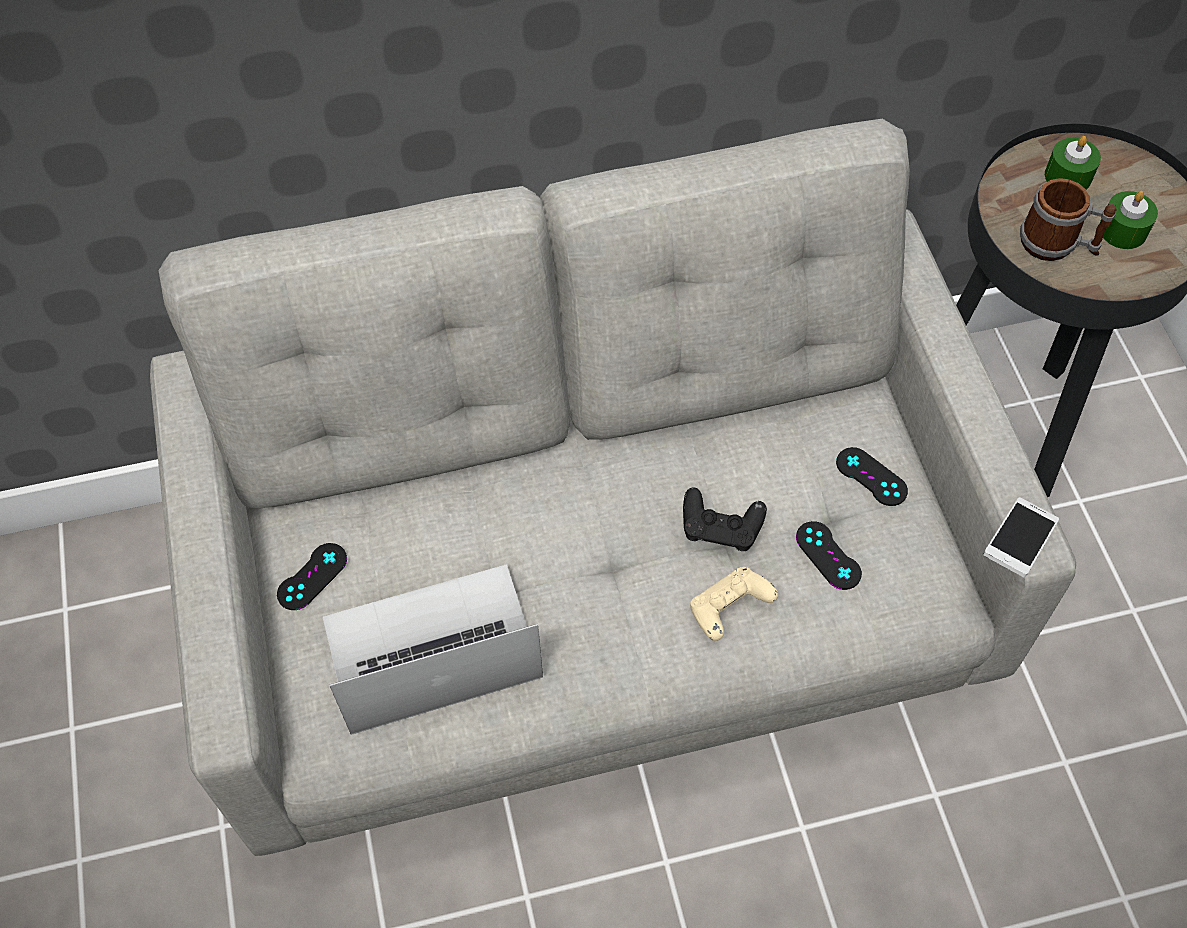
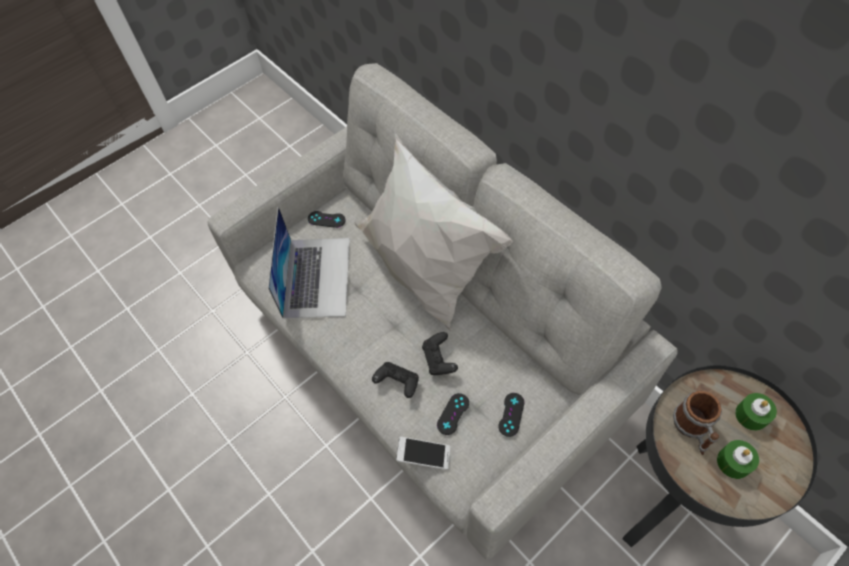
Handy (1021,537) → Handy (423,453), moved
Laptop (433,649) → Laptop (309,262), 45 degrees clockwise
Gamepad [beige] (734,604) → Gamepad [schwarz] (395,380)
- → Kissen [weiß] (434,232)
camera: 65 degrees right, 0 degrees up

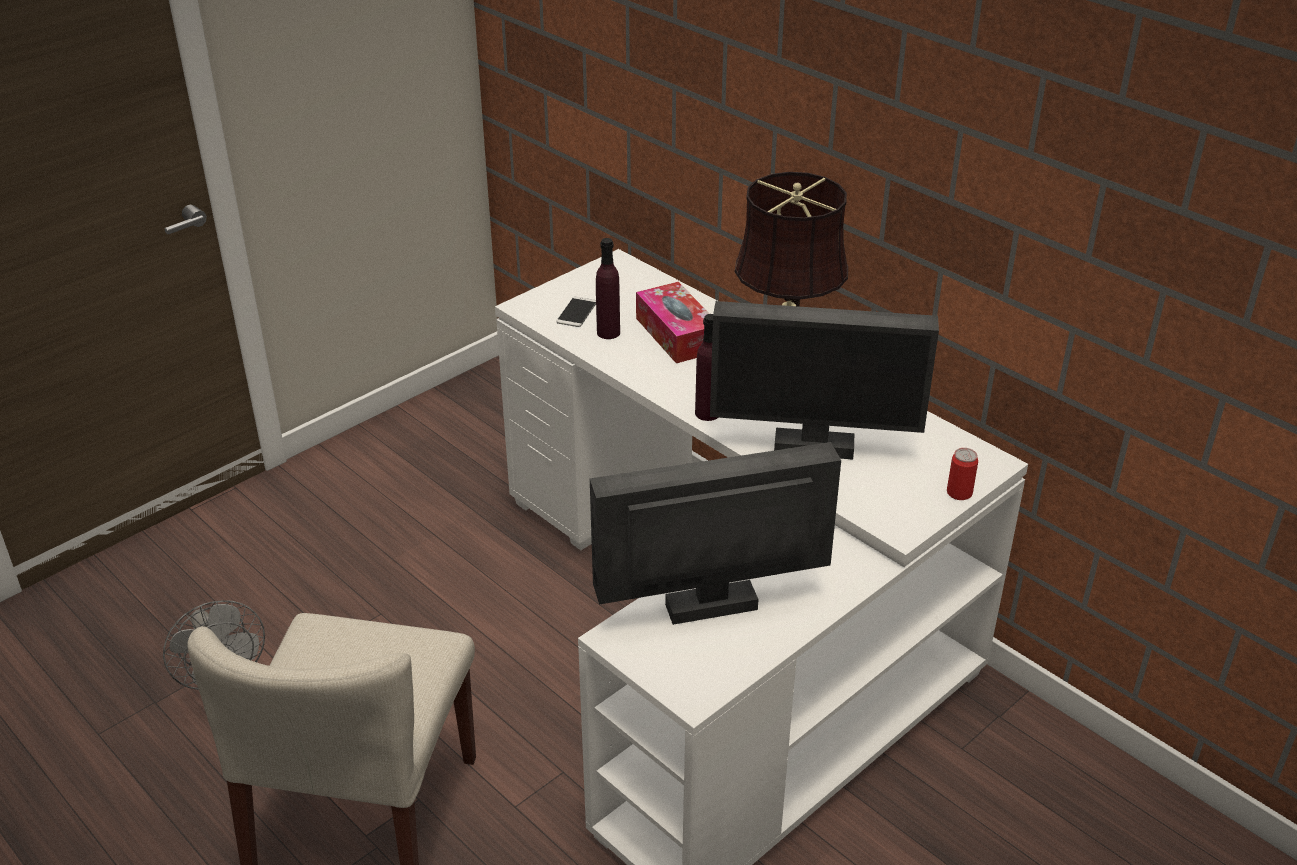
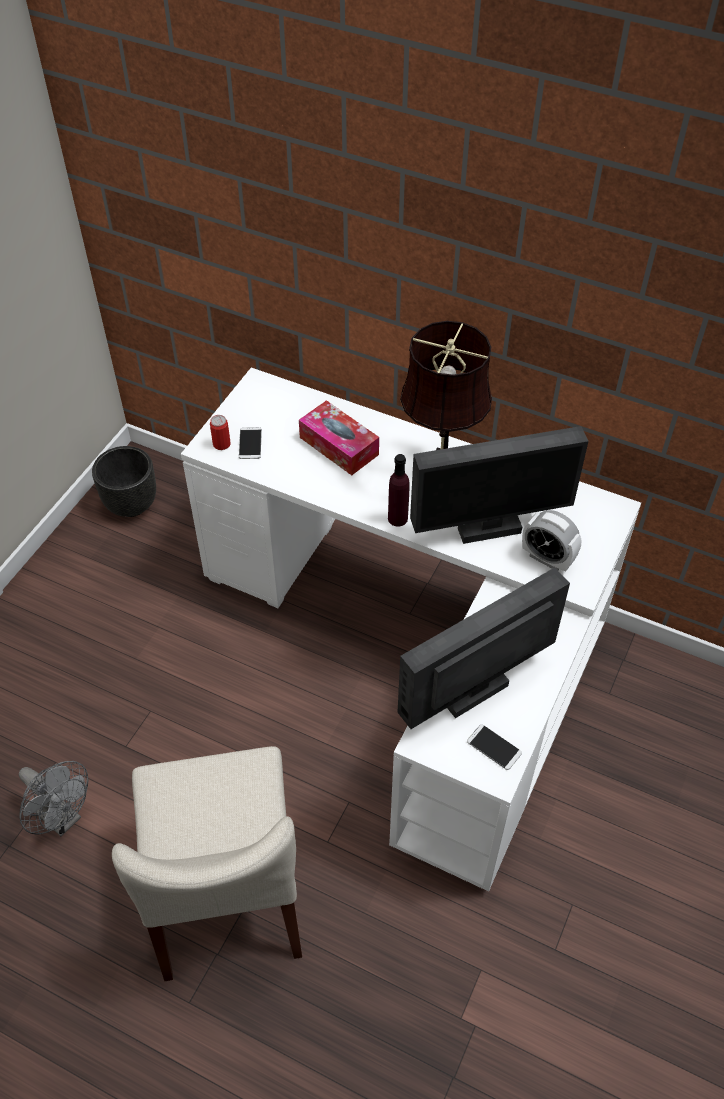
Flasche [lila] (608,288) → -
Dose (962,474) → Dose (220,432), moved
- → Pflanzkübel [schwarz] (124,481)
- → Wecker (551,540)
- → Handy (494,747)
camera: 20 degrees left, 15 degrees up

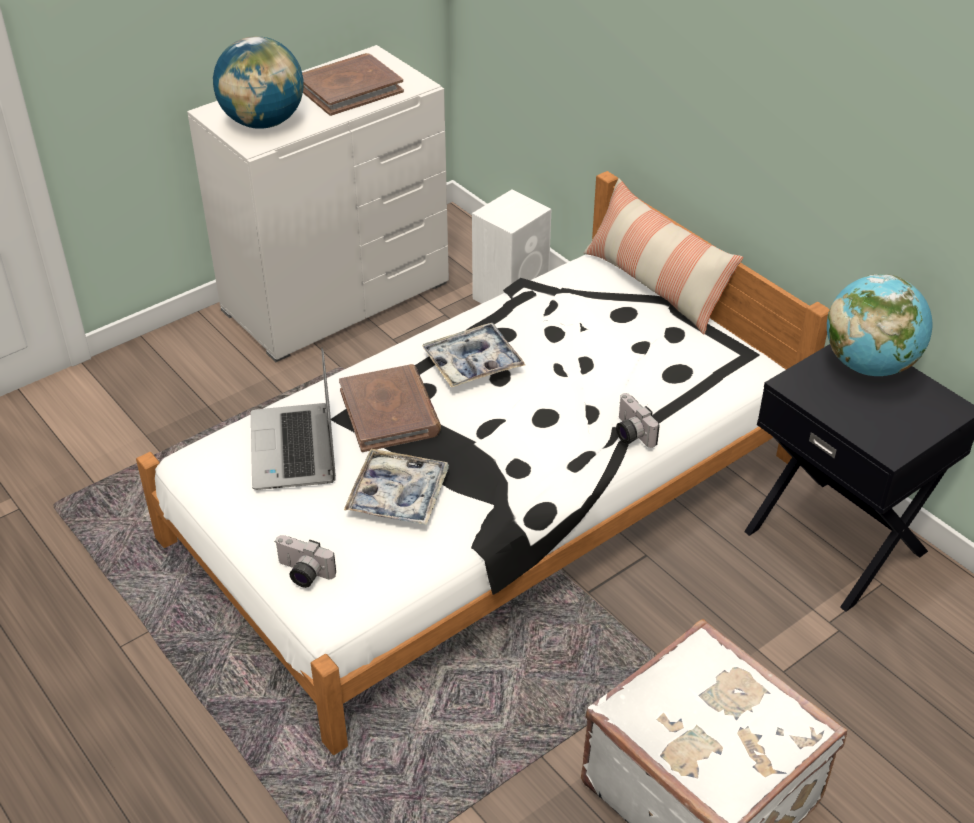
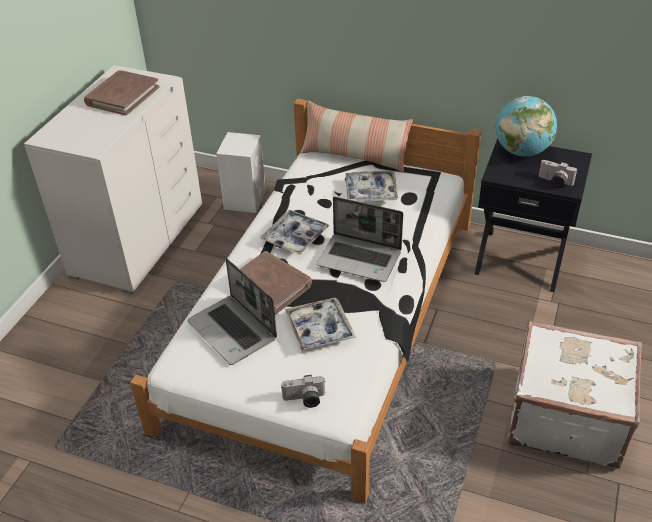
Globus (258,82) → -
Kamera (638,420) → Kamera (558,174), moved
- → Tablett (371,186)
- → Laptop (359,239)
camera: 30 degrees left, 0 degrees up

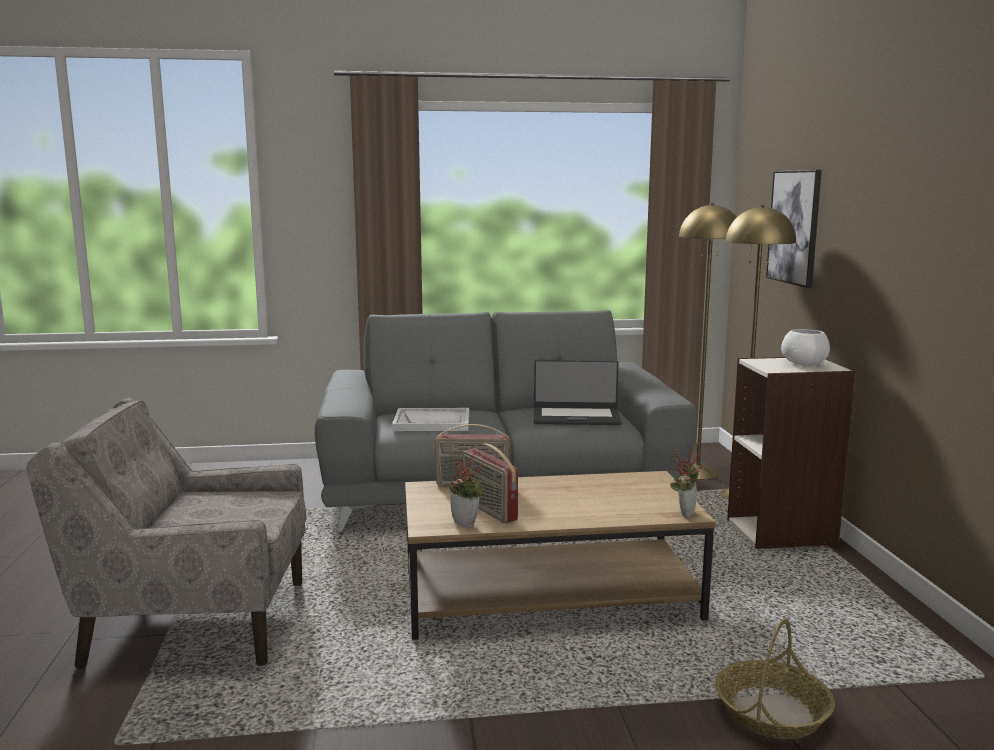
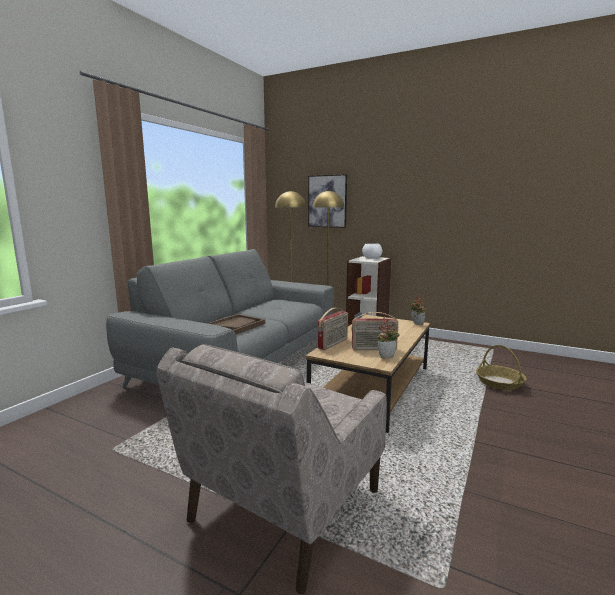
Laptop (578,392) → -
Tablett [weiß] (430,419) → Tablett [braun] (236,324)
camera: 55 degrees left, 0 degrees up

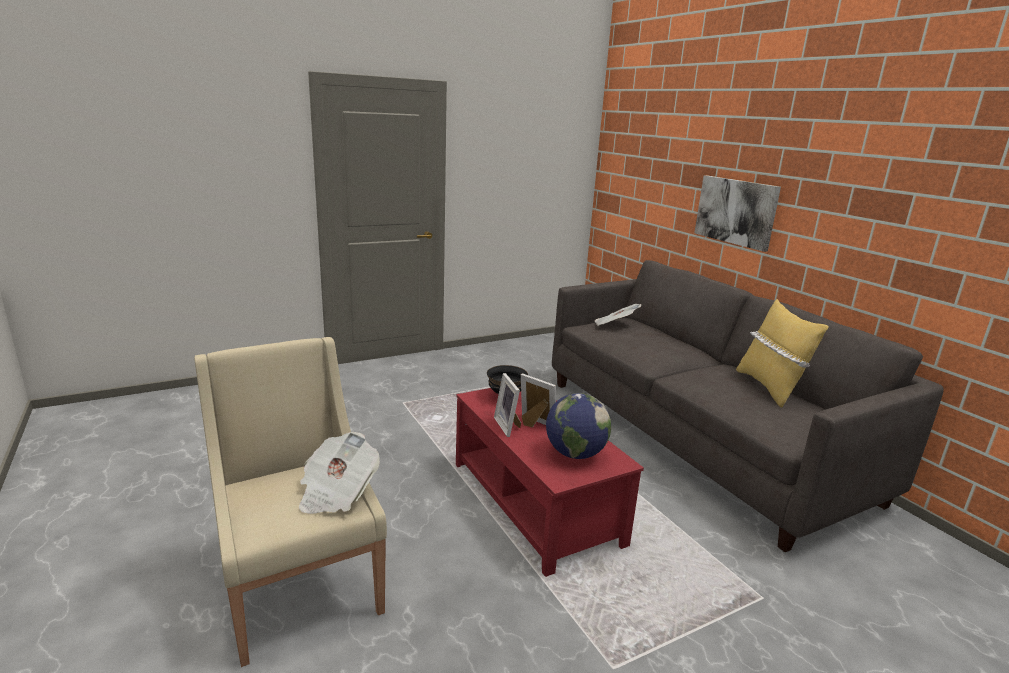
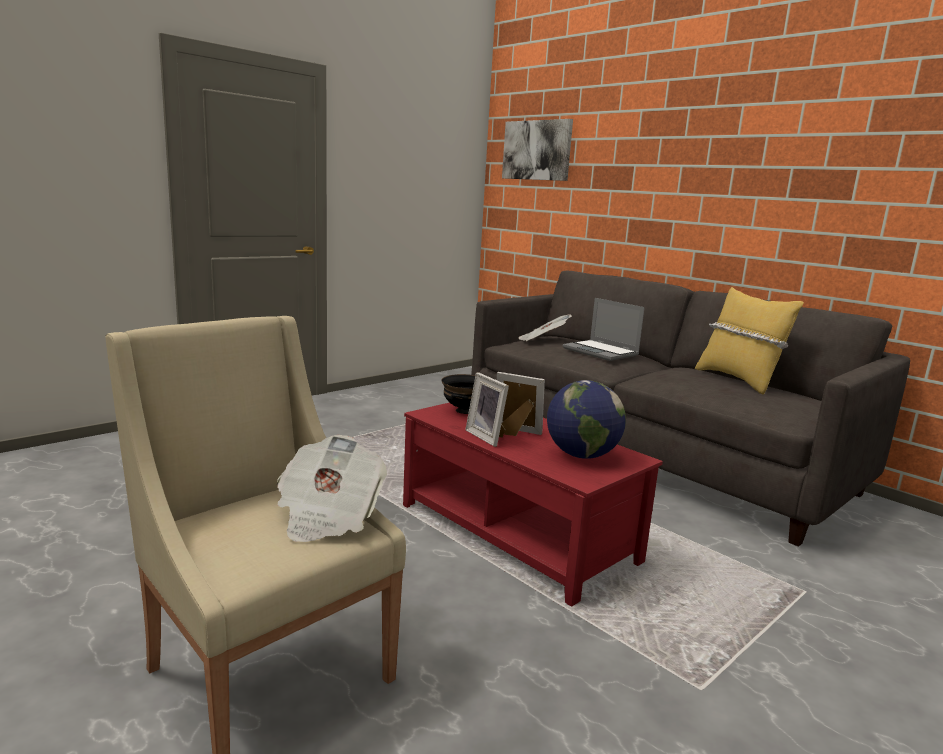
Bild (737,213) → Bild (537,150), moved
- → Laptop (604,329)
camera: 15 degrees left, 5 degrees down

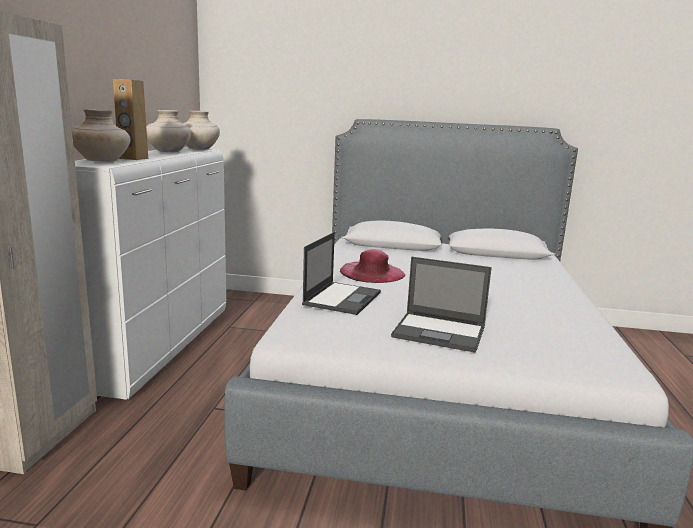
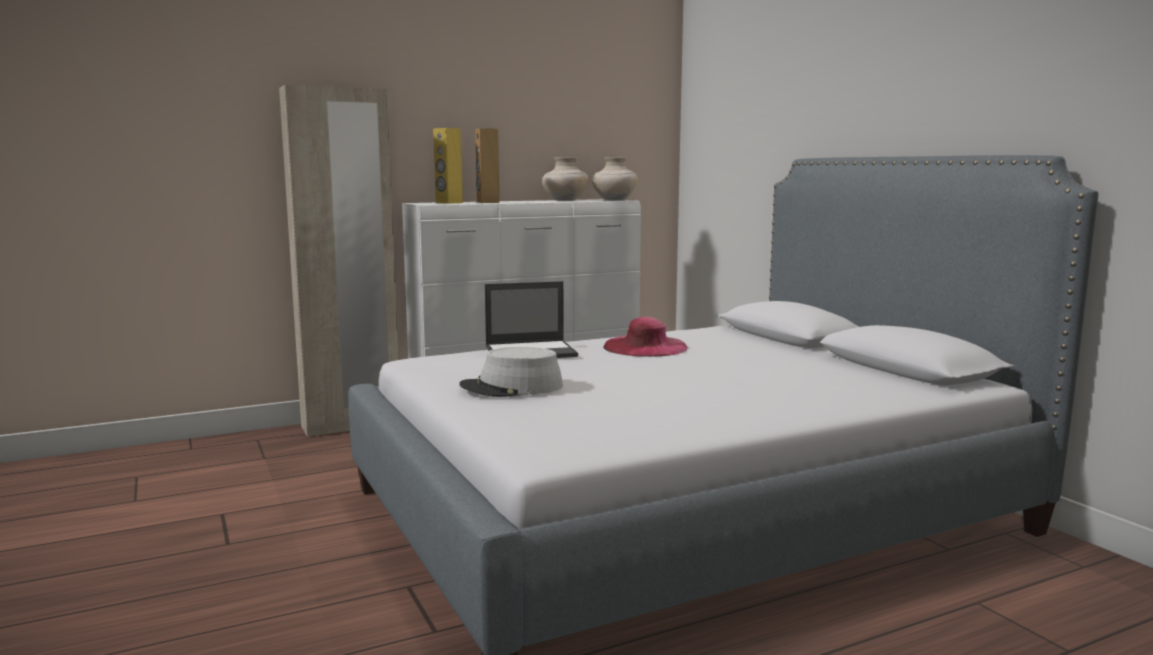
Vase [beige] (101,135) → Lautsprecher [gelb] (448,166)
Laptop (441,304) → Hut [grau] (511,372)
camera: 55 degrees right, 5 degrees down

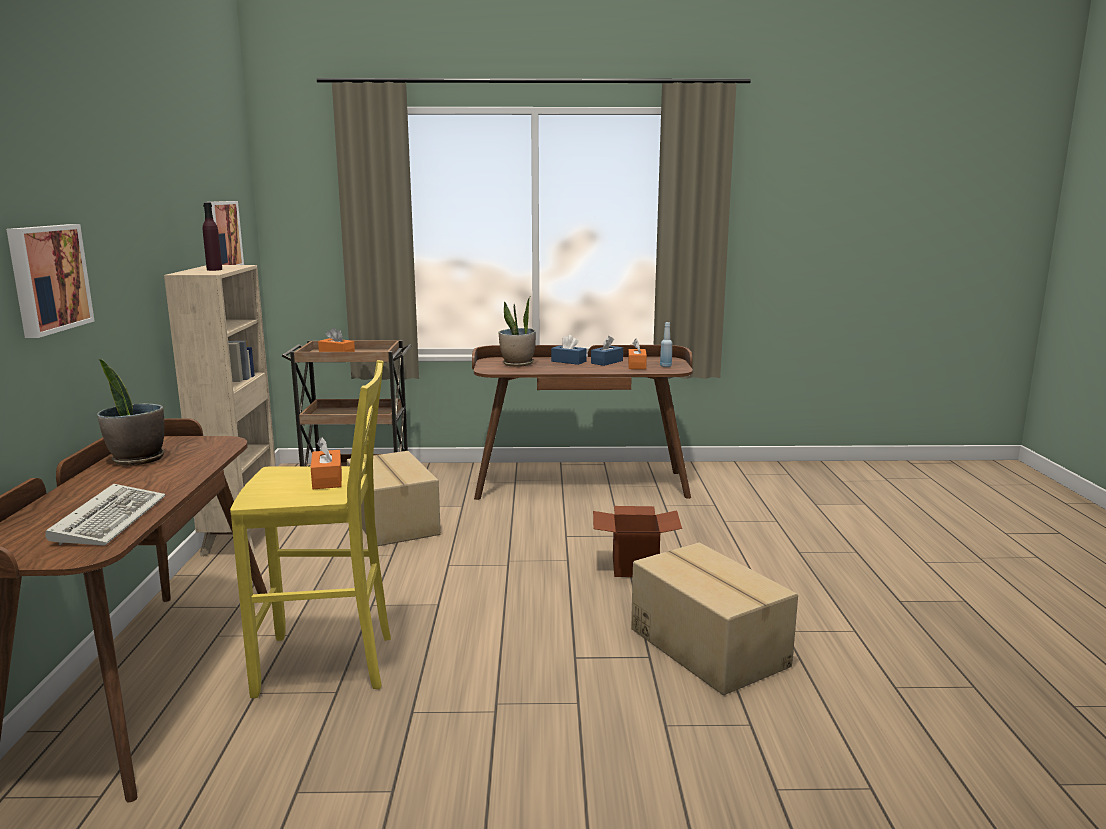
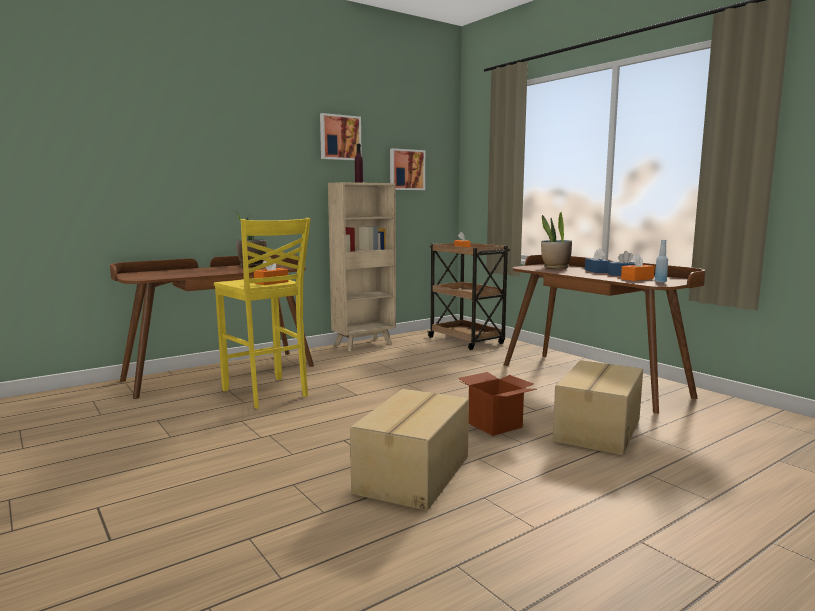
Bild (50,281) → Bild (341,137), moved
Karton (394,498) → Karton (598,408), moved
Tastatur (105,515) → -
camera: 55 degrees right, 5 degrees down

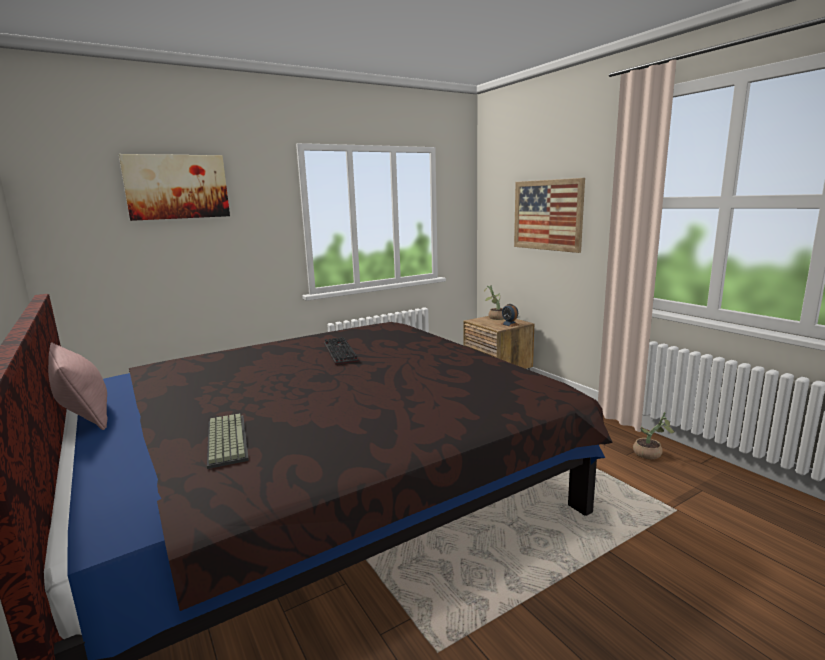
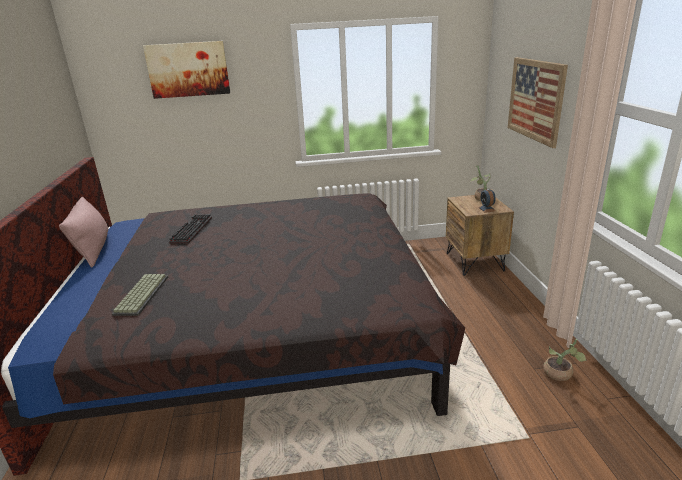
Tastatur (341,351) → Tastatur (190,229), moved
camera: 25 degrees right, 10 degrees up

